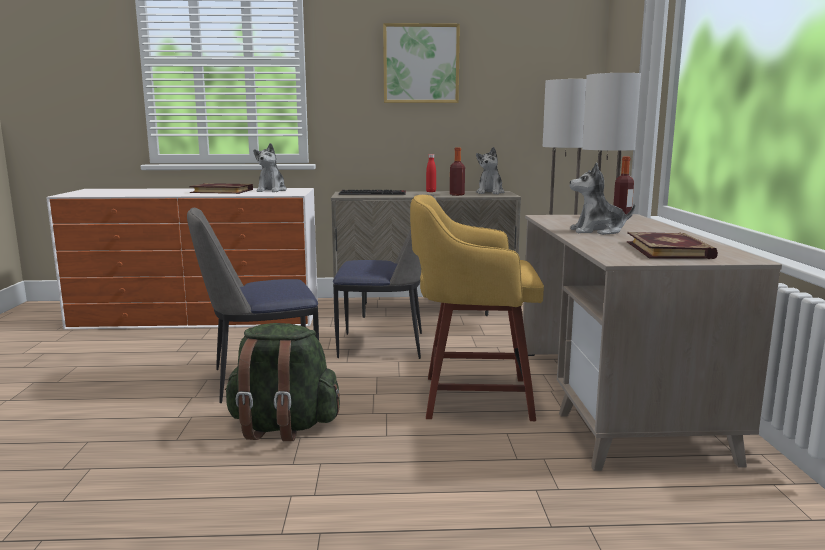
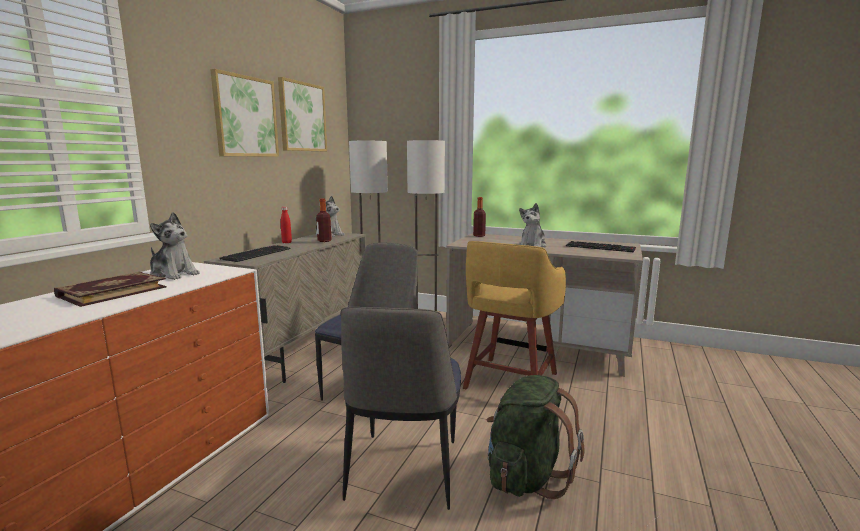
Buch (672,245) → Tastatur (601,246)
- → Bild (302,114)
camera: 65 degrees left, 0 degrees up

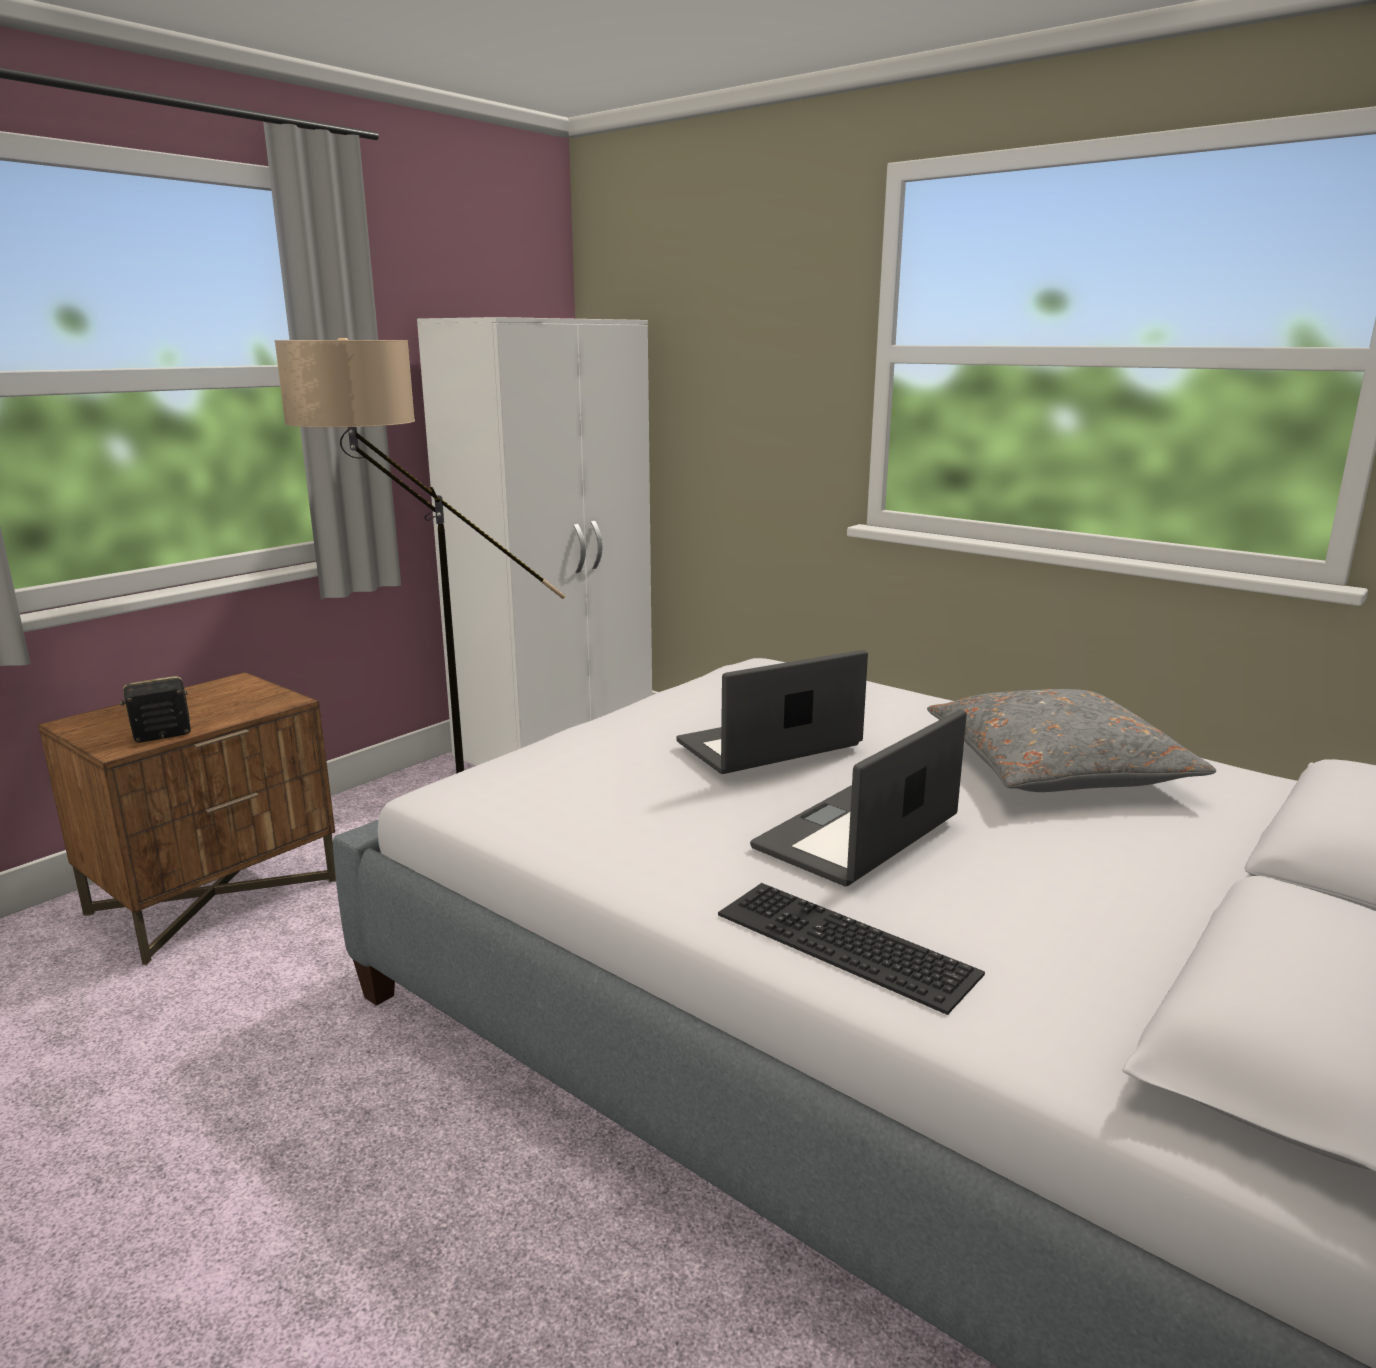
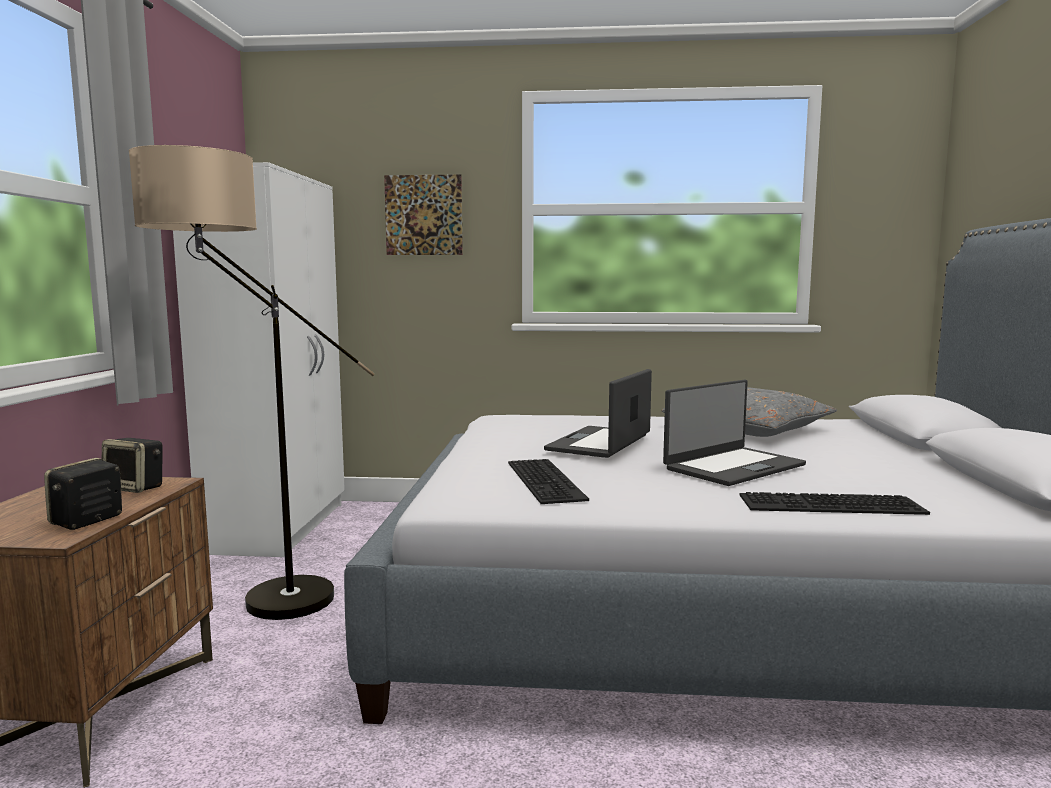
Laptop (858,797) → Laptop (734,433), 135 degrees counterclockwise
- → Bild (423,214)
- → Lautsprecher (132,465)
- → Tastatur (548,481)
camera: 35 degrees left, 10 degrees down

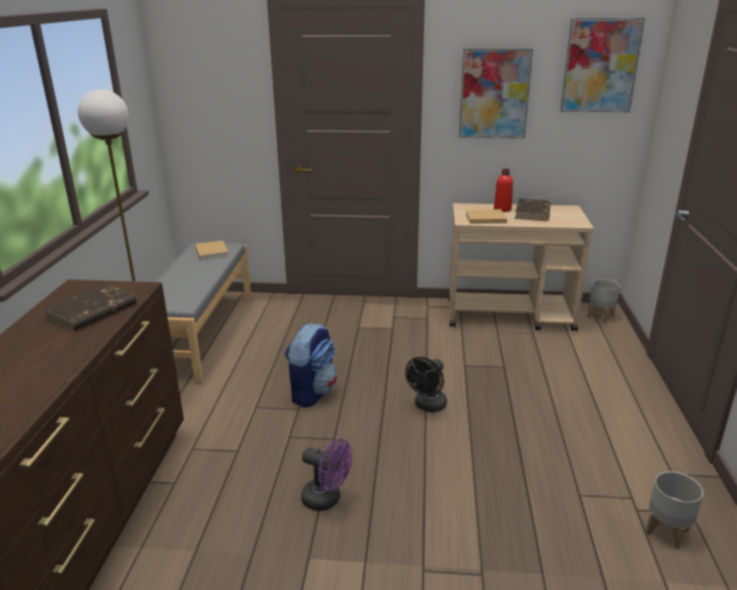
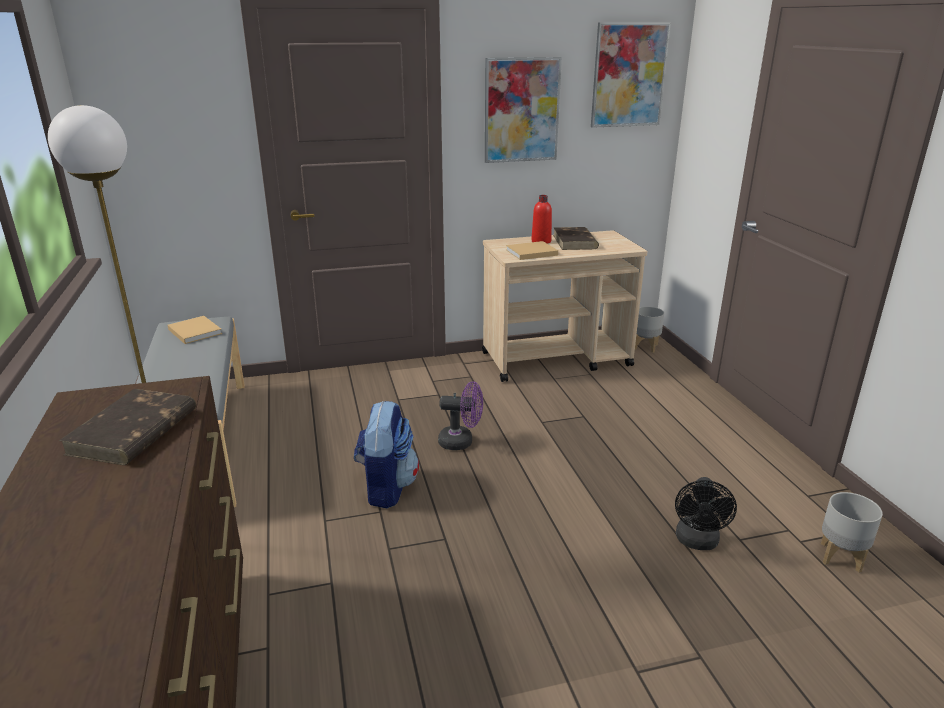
Ventilator [schwarz] (426,384) → Ventilator [schwarz] (706,513), moved
Ventilator [lila] (326,475) → Ventilator [lila] (460,415), moved
camera: 20 degrees left, 0 degrees up

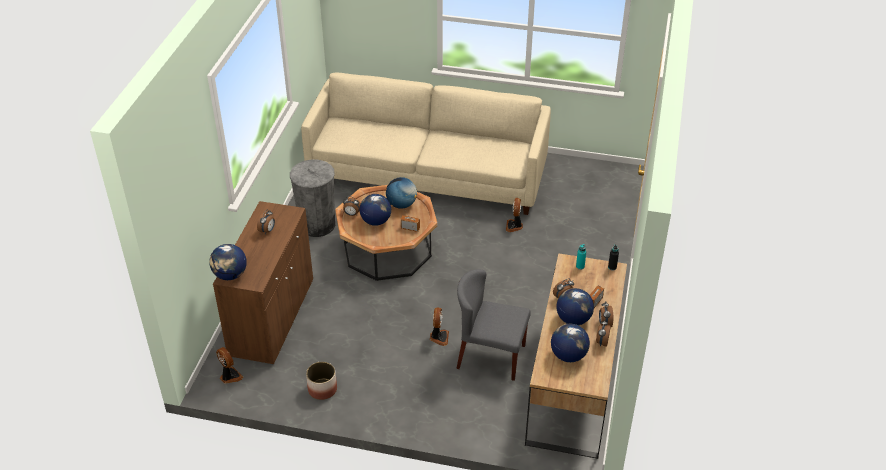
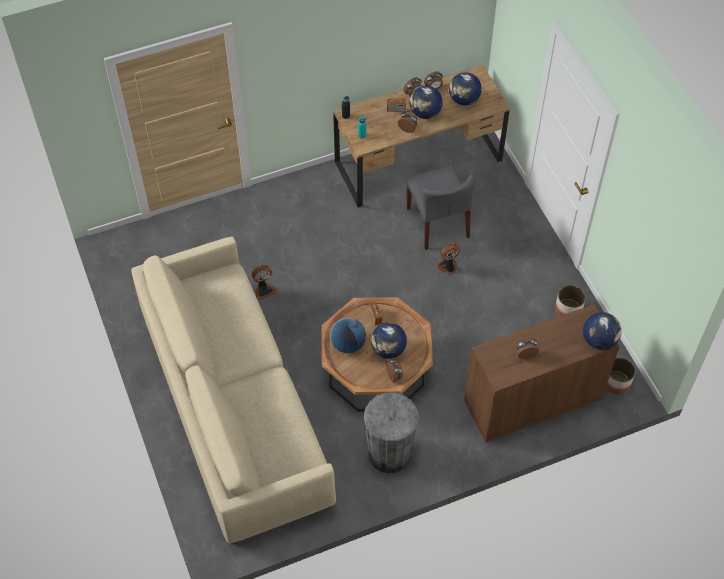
Ventilator (229,365) → Pflanzkübel (620,376)
camera: 125 degrees left, 15 degrees up

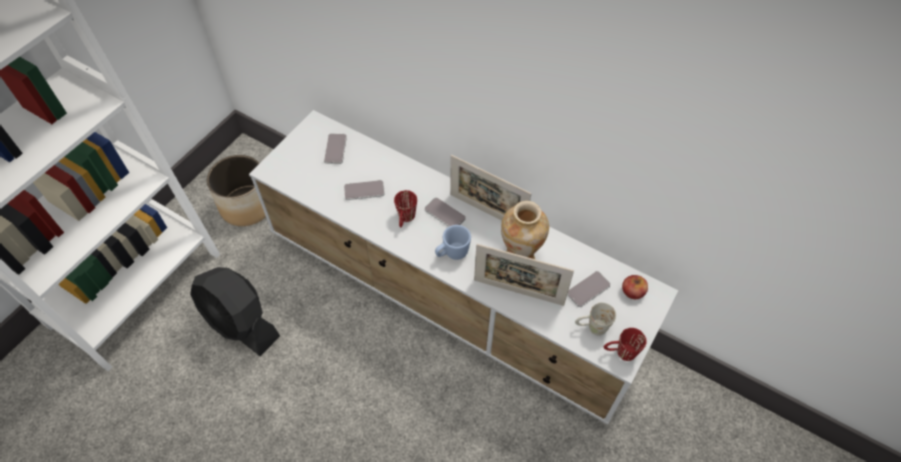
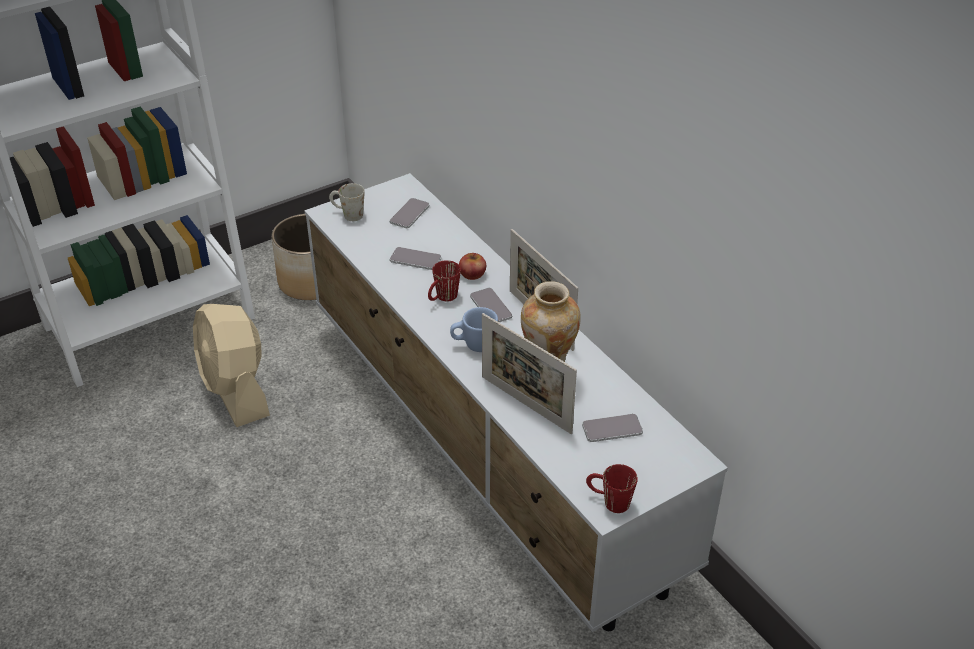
Ventilator [schwarz] (235,311) → Ventilator [beige] (231,365)
Apfel (635,287) → Apfel (472,266), moved
Henkelbecher [weiß] (595,319) → Henkelbecher [weiß] (347,202), moved
camera: 25 degrees right, 15 degrees down

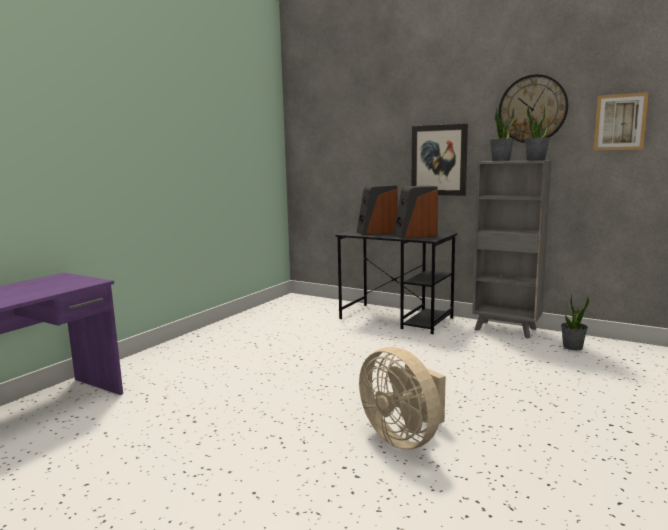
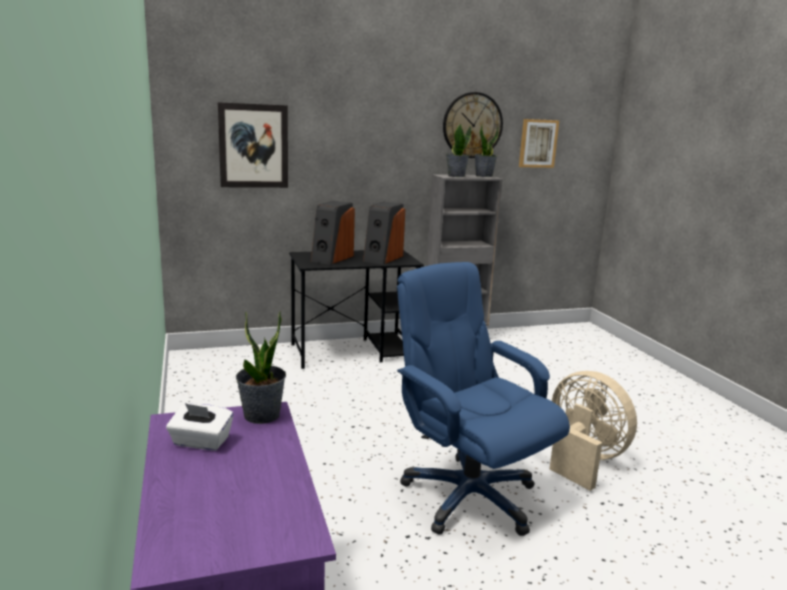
Bild (439,160) → Bild (253,145), moved
Topfpflanze (575,321) → Topfpflanze (261,367), moved
Ventilator [beige] (402,398) → Ventilator [beige] (593,431), 135 degrees counterclockwise
- → Bürostuhl [blau] (483,399)
- → Taschentuchbox [weiß] (199,427)
camera: 50 degrees left, 5 degrees up

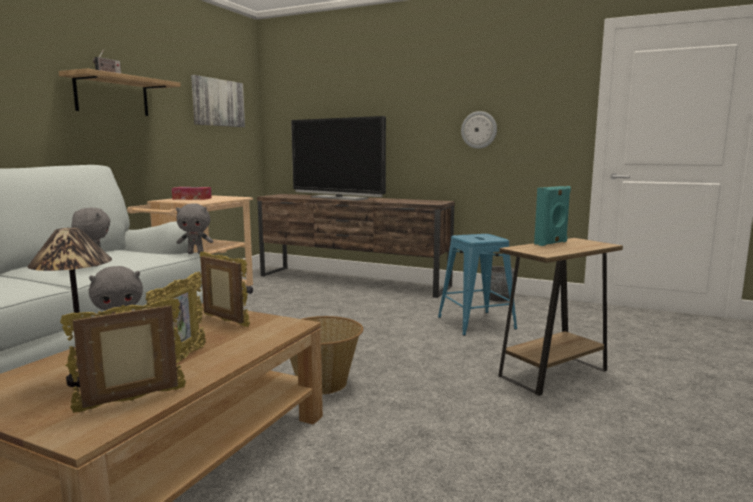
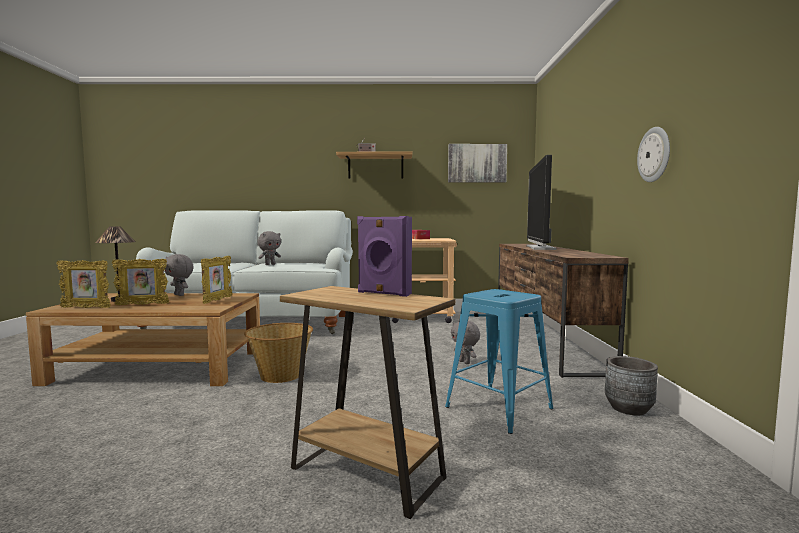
Lautsprecher [türkis] (552,216) → Lautsprecher [lila] (384,256)
Plüschtier [grau] (194,228) → Plüschtier [grau] (465,342), moved
Bilderrahmen (123,356) → Bilderrahmen (84,284), 150 degrees clockwise
camera: 65 degrees right, 5 degrees down

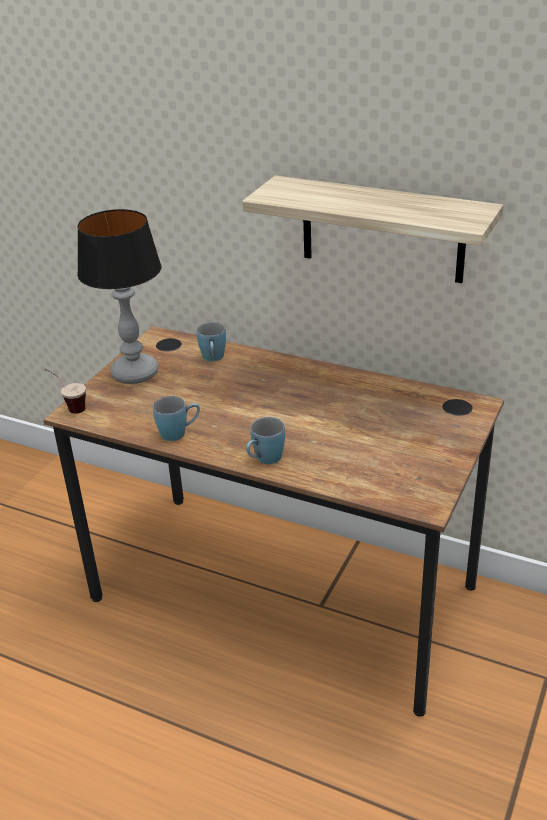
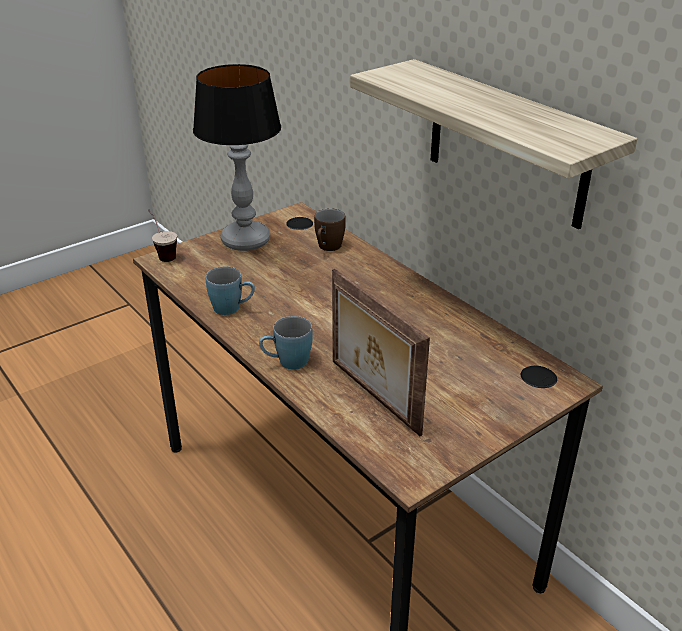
Henkelbecher [blau] (211,342) → Henkelbecher [braun] (330,229)
- → Bilderrahmen (381,352)
camera: 25 degrees right, 0 degrees up

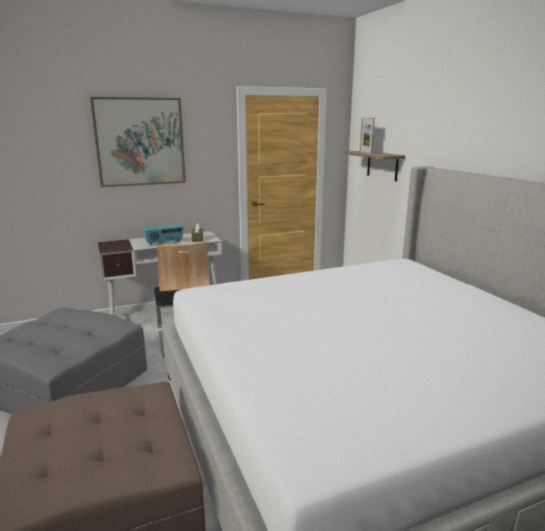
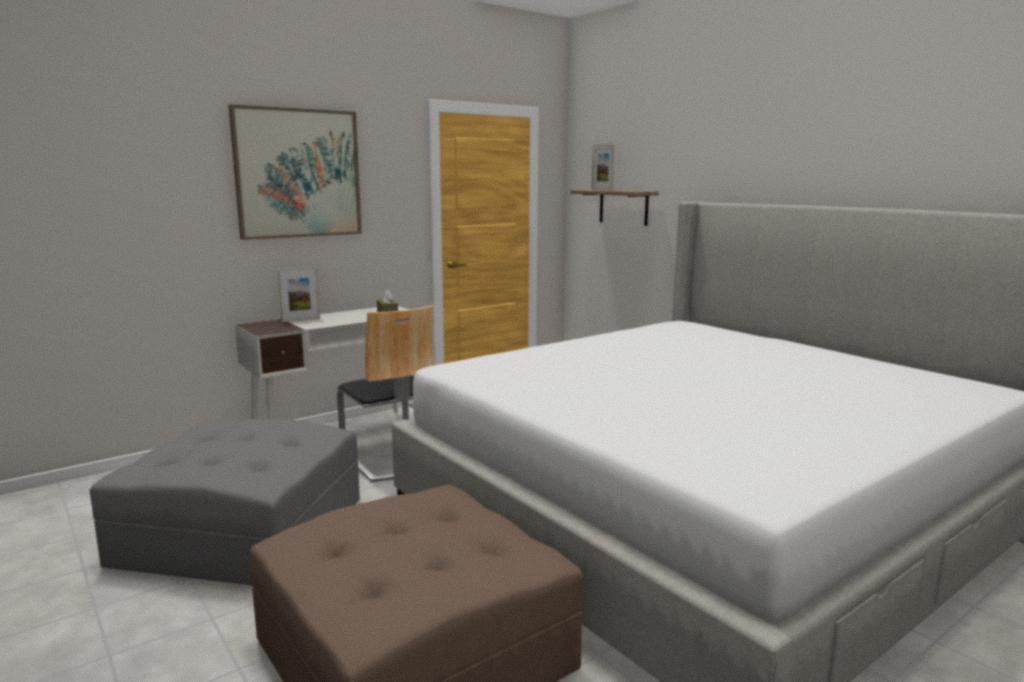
Radio (163,235) → -
- → Bilderrahmen (299,295)
camera: 15 degrees left, 5 degrees down

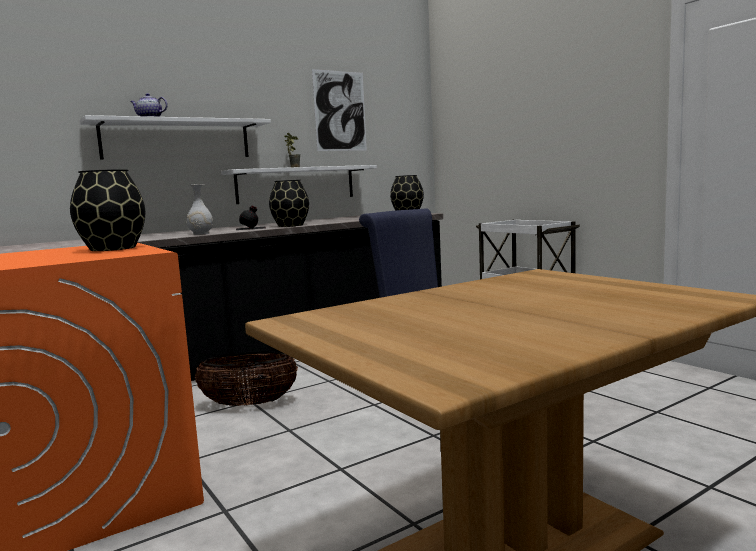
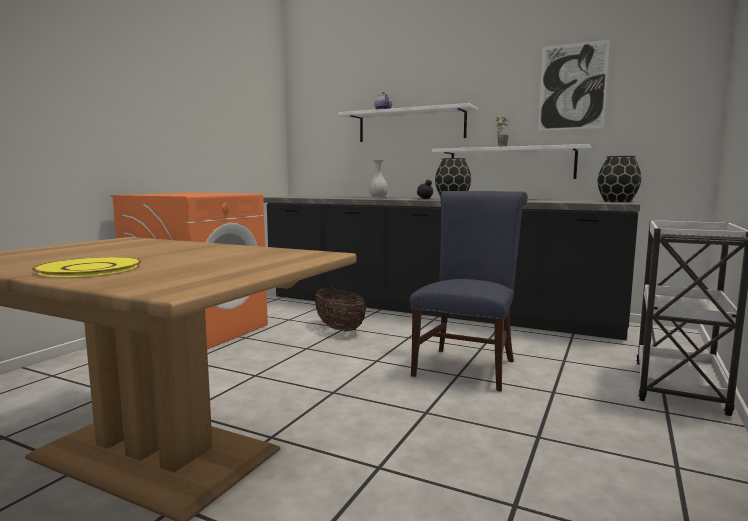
Vase [schwarz] (107,210) → -
- → Teller [gelb] (87,267)
camera: 60 degrees right, 0 degrees up

